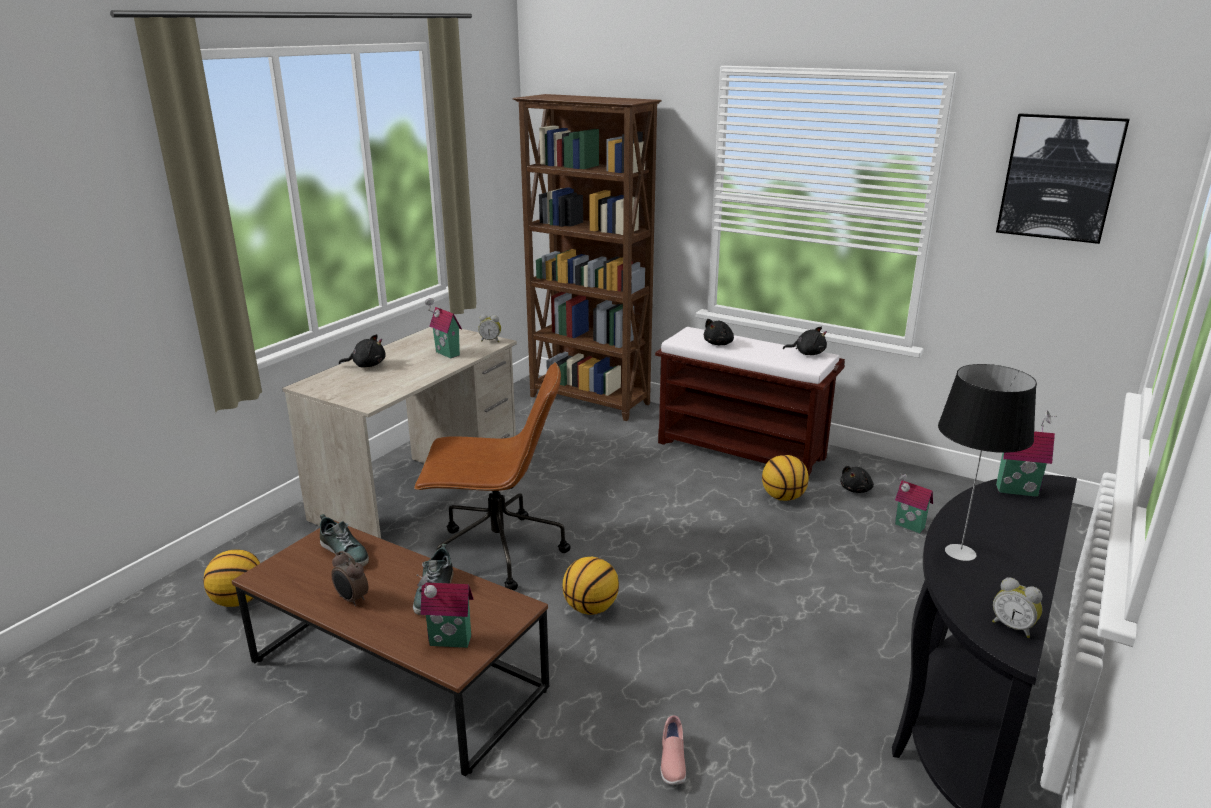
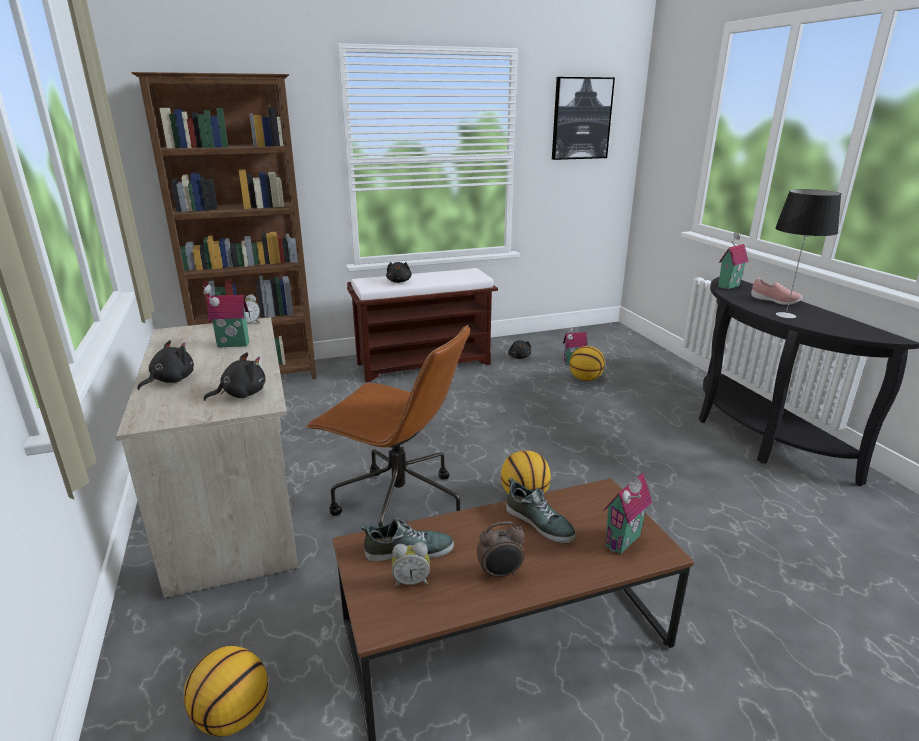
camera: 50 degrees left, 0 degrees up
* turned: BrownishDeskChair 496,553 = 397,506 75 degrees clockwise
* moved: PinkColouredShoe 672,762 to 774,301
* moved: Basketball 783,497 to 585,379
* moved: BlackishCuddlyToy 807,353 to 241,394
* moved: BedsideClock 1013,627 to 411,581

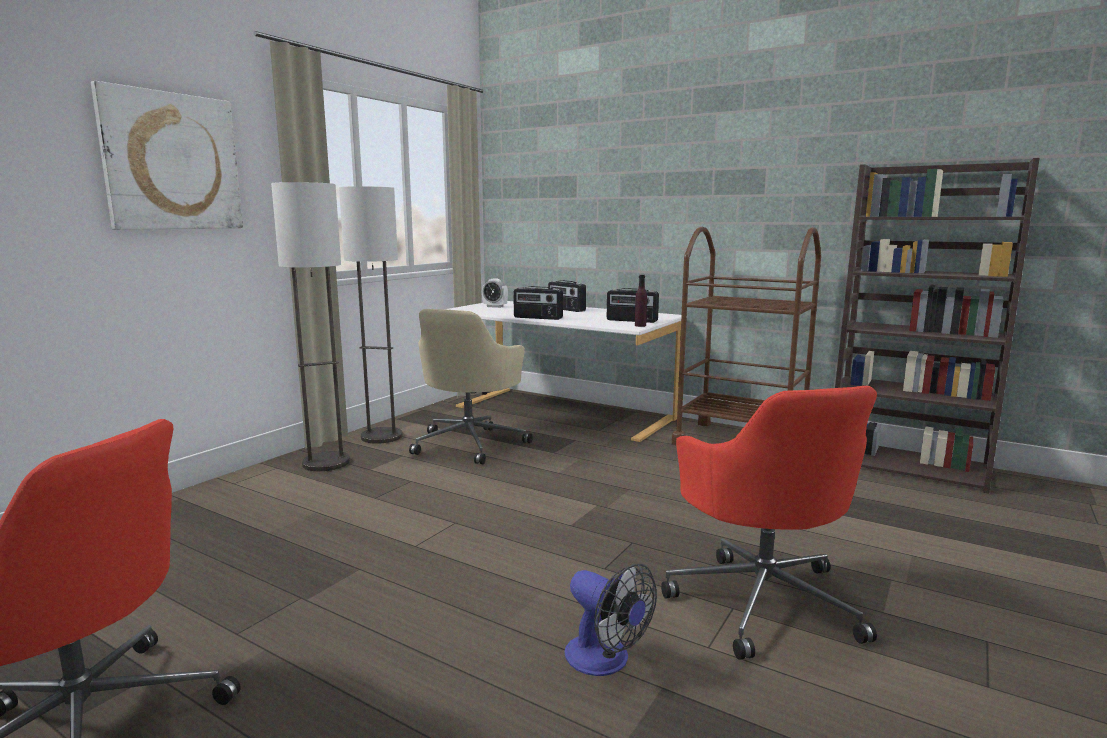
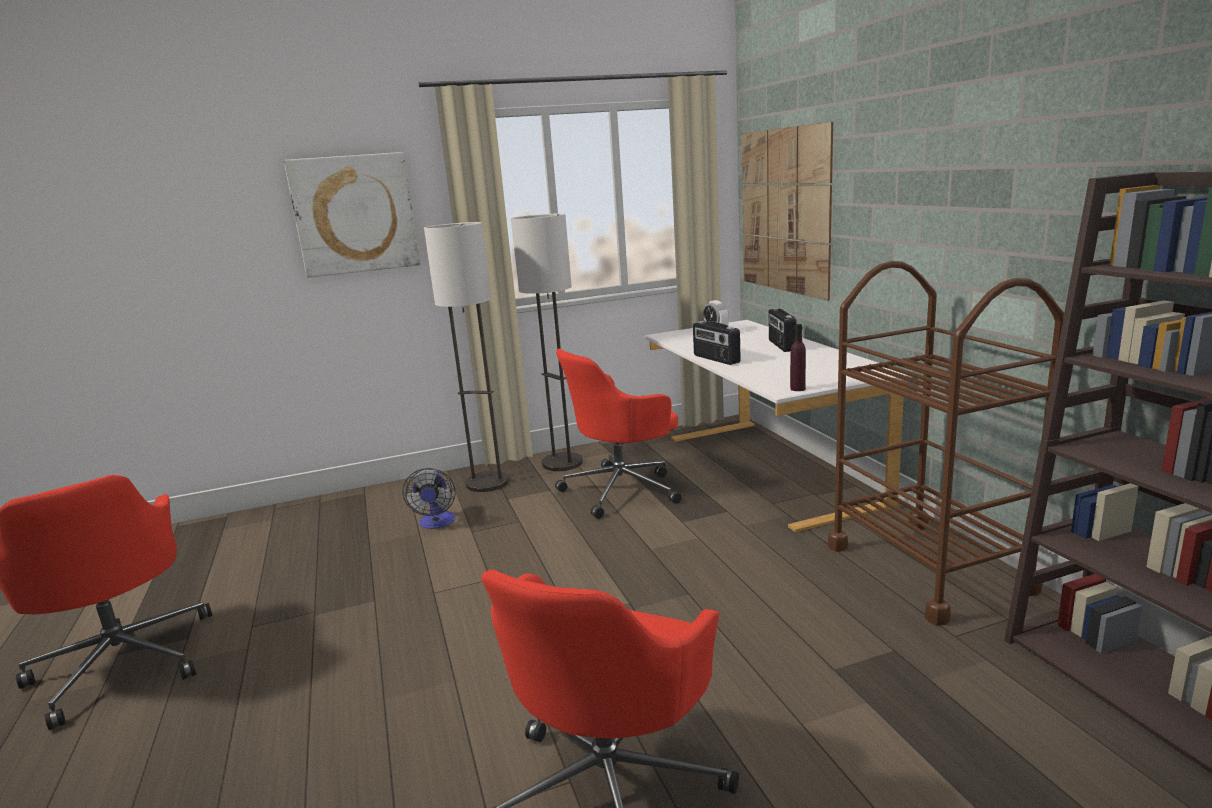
camera: 40 degrees right, 5 degrees up
* recoloured: SandColouredDeskChair 471,443 to RedColouredDeskChair 622,489
* moved: CoolingFan 606,660 to 436,523
* removed: Radio 631,320
* added: Picture 784,211

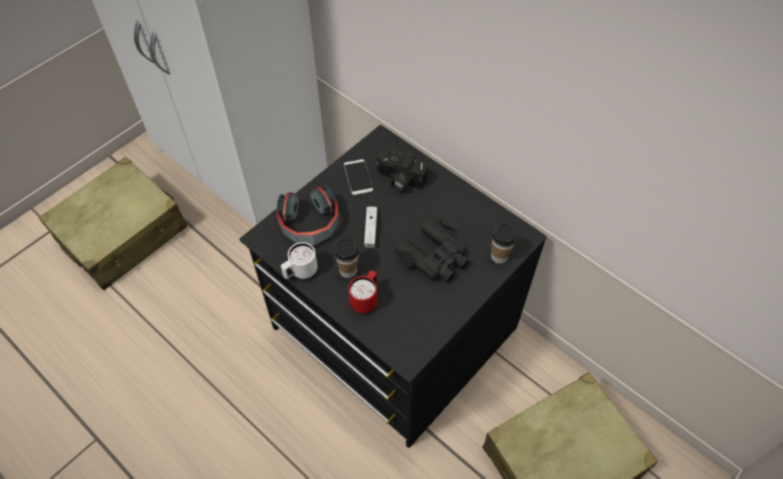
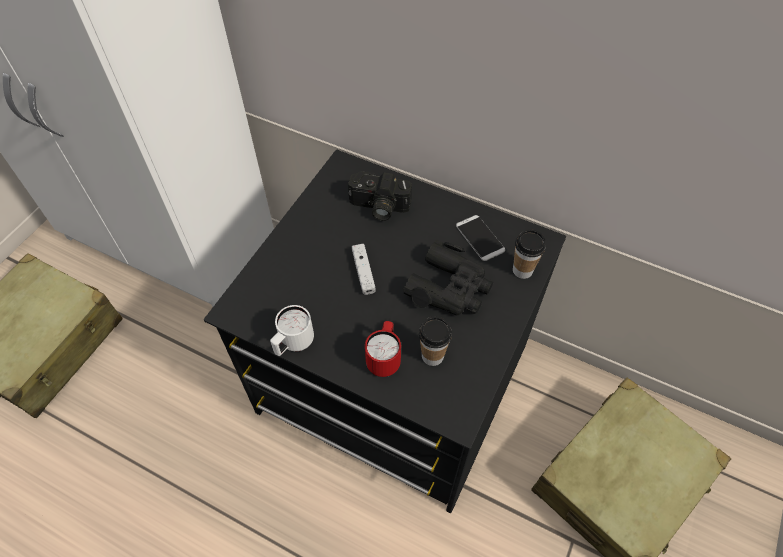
camera: 15 degrees left, 0 degrees up
* removed: Headphones 310,224
* moved: DrinkingCup 348,270 to 432,356
* moved: Telephone 358,177 to 480,238

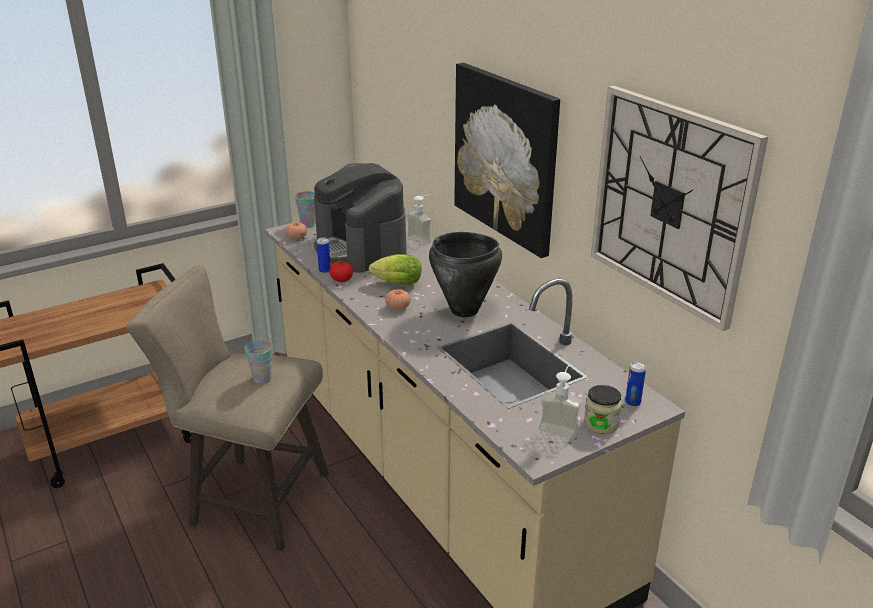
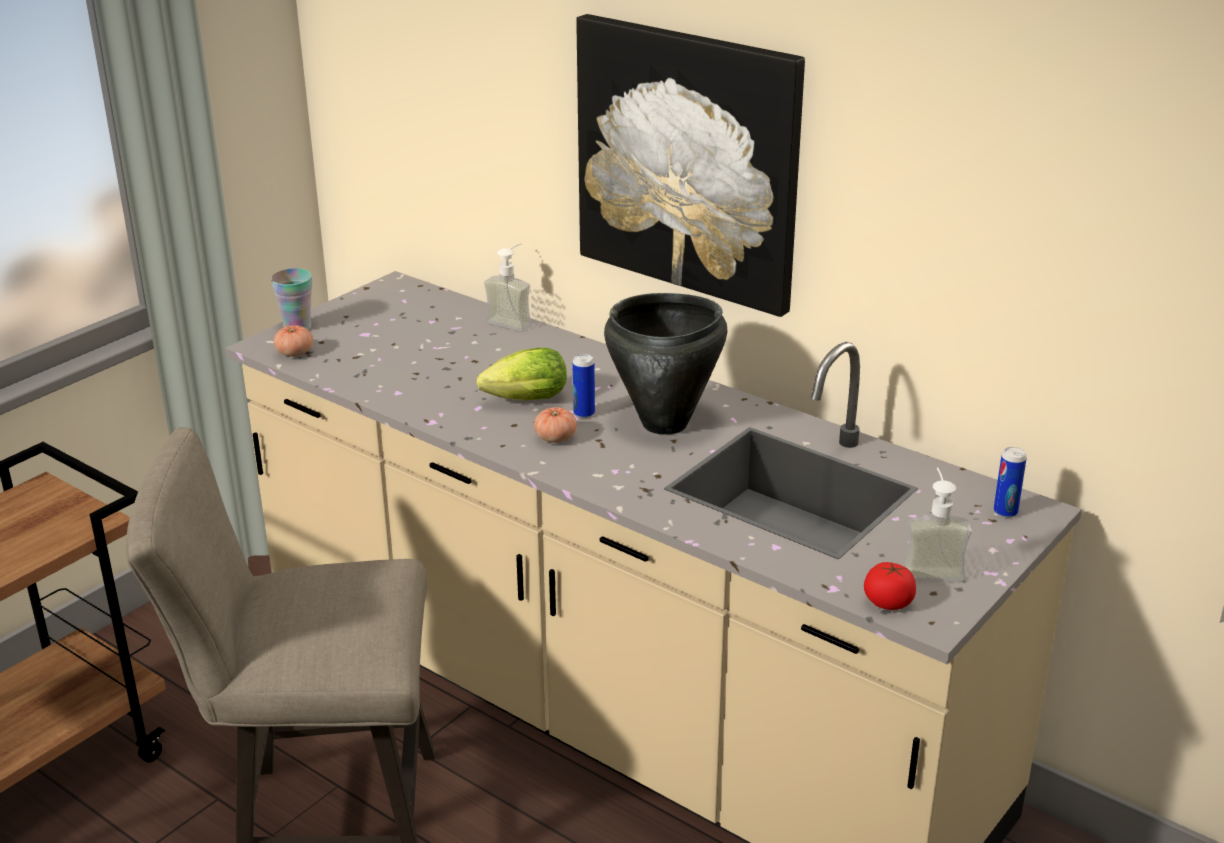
camera: 20 degrees left, 0 degrees up
* removed: DrinkingCup 262,378
* removed: CoffeeBrewer 361,248
* moved: SealedCan 324,271 to 584,413
* moved: WholeTomato 342,279 to 888,602
* removed: Jar 601,424
* removed: ClockOnTheWall 670,203

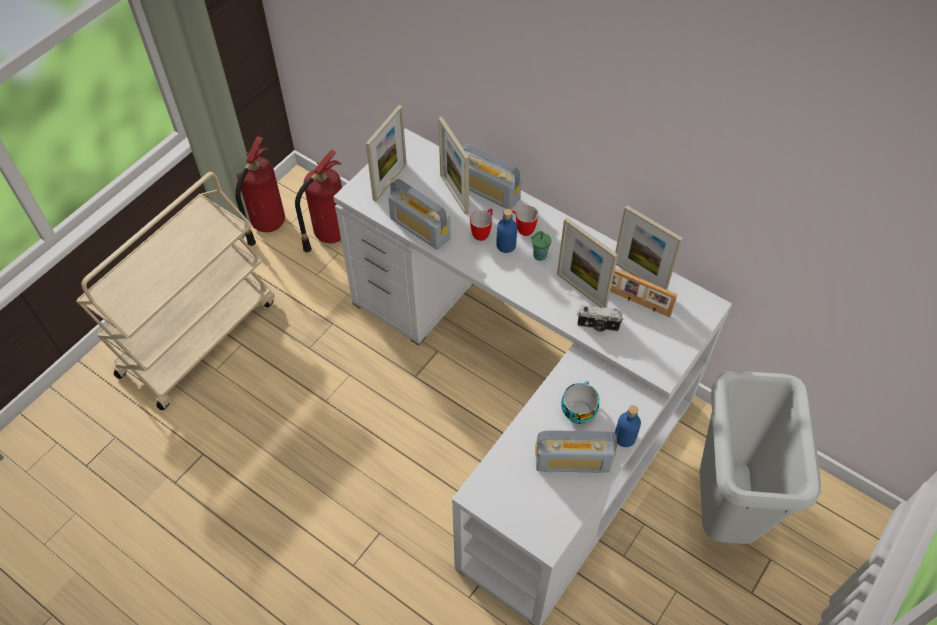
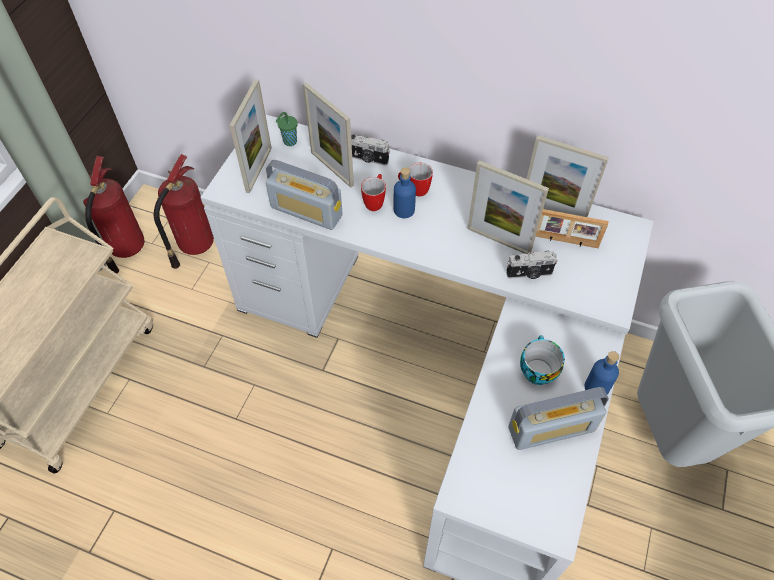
camera: 15 degrees left, 0 degrees up
* replaced: Radio 489,192 to StillCamera 368,159
* moved: GreenishDrinkingCup 539,256 to 289,142

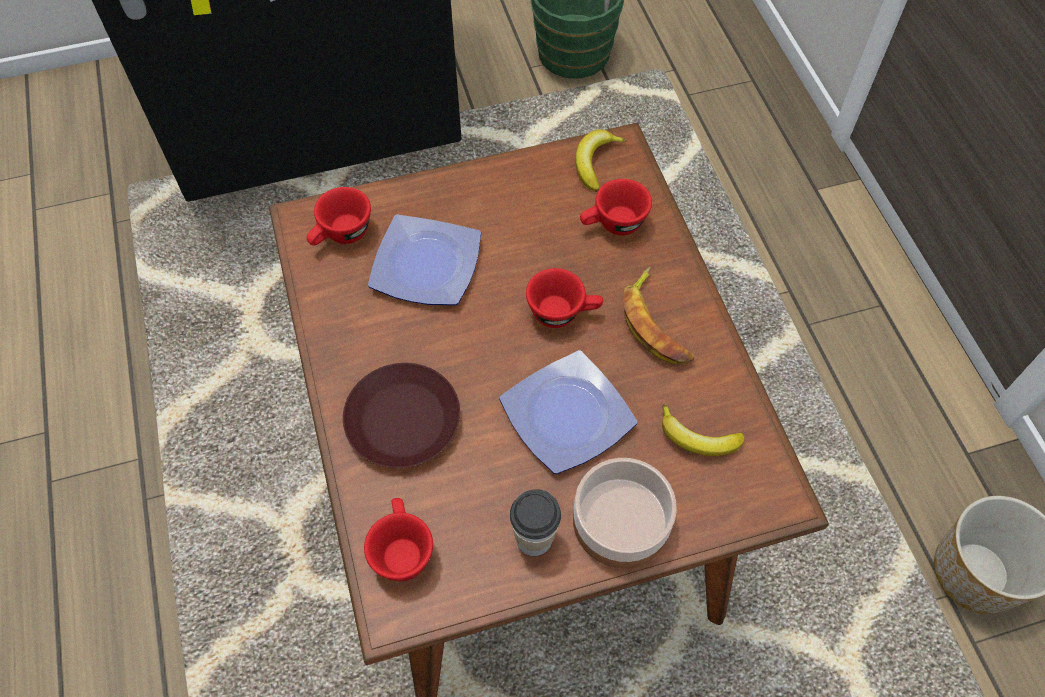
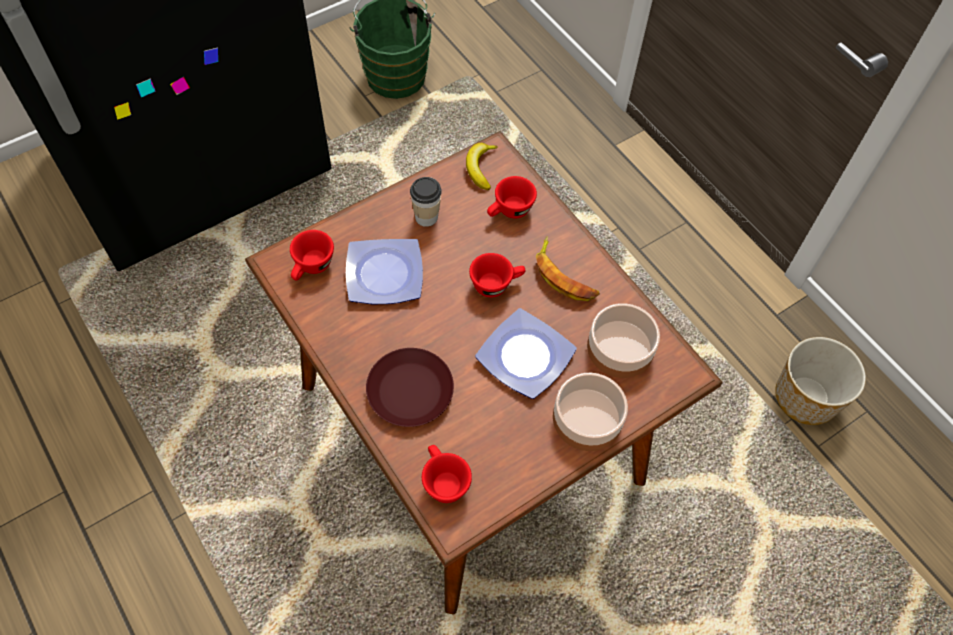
camera: 20 degrees left, 0 degrees up
* moved: DrinkingCup 534,538 to 426,217
* replaced: BananaFruit 697,438 to Bowl 619,348

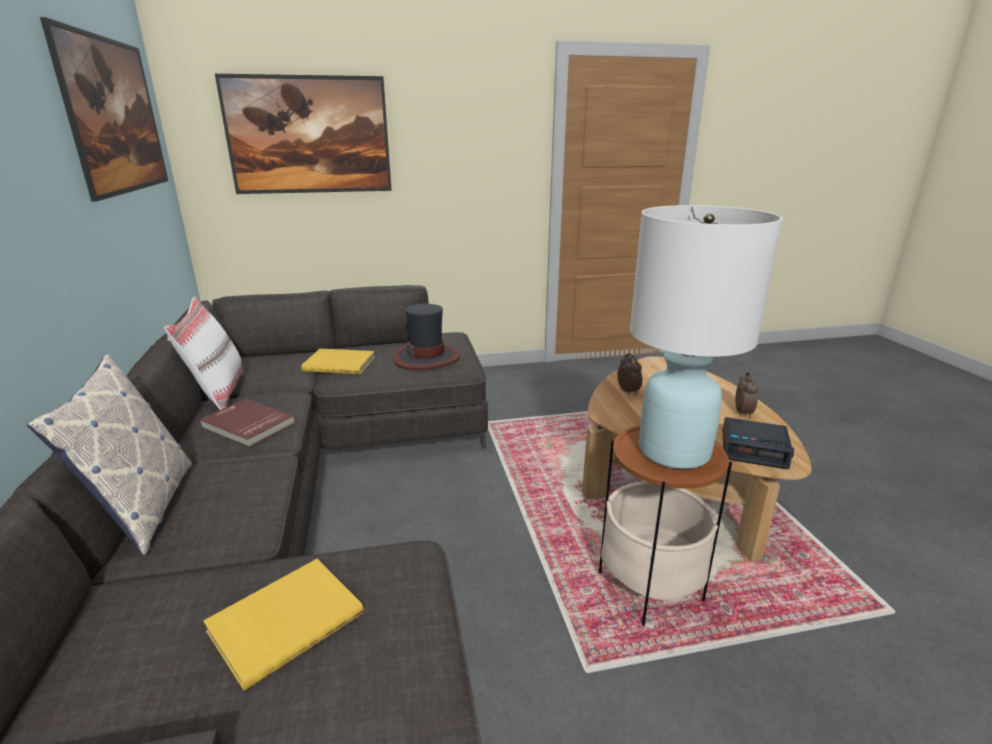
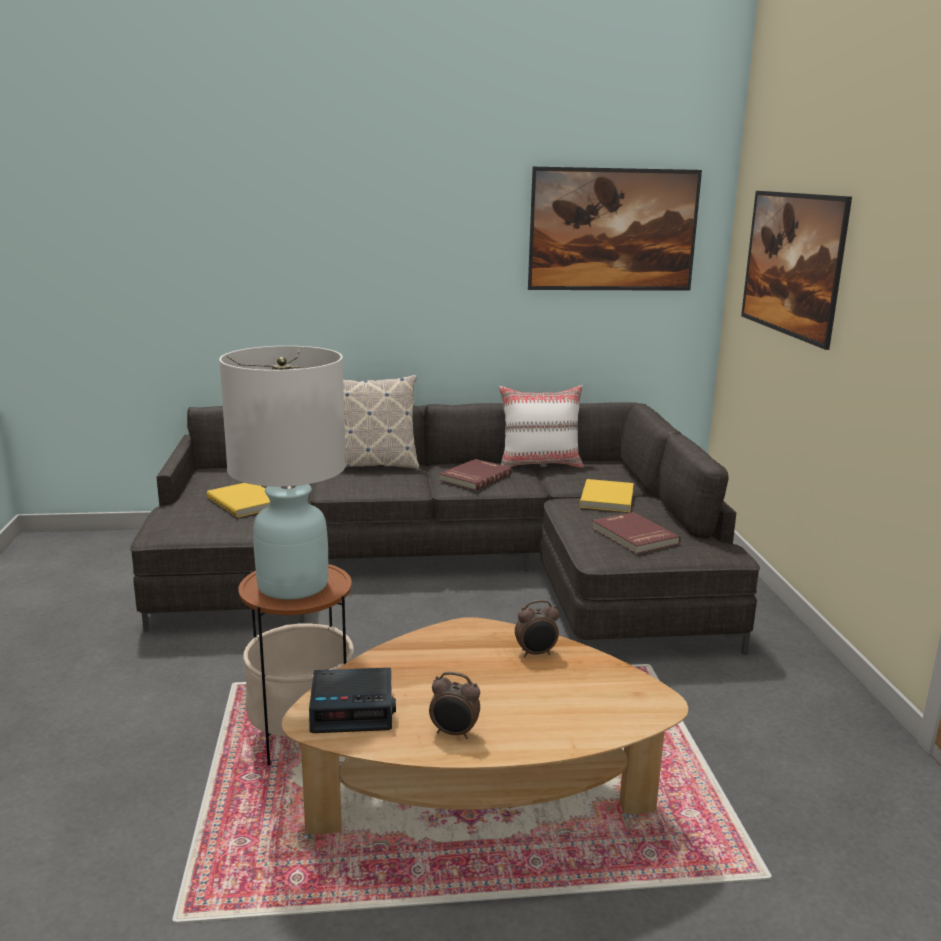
camera: 95 degrees right, 5 degrees down
* replaced: ClothingHat 427,357 to RedColouredBook 633,536
* turned: BedsideClock 754,449 = 353,709 120 degrees counterclockwise

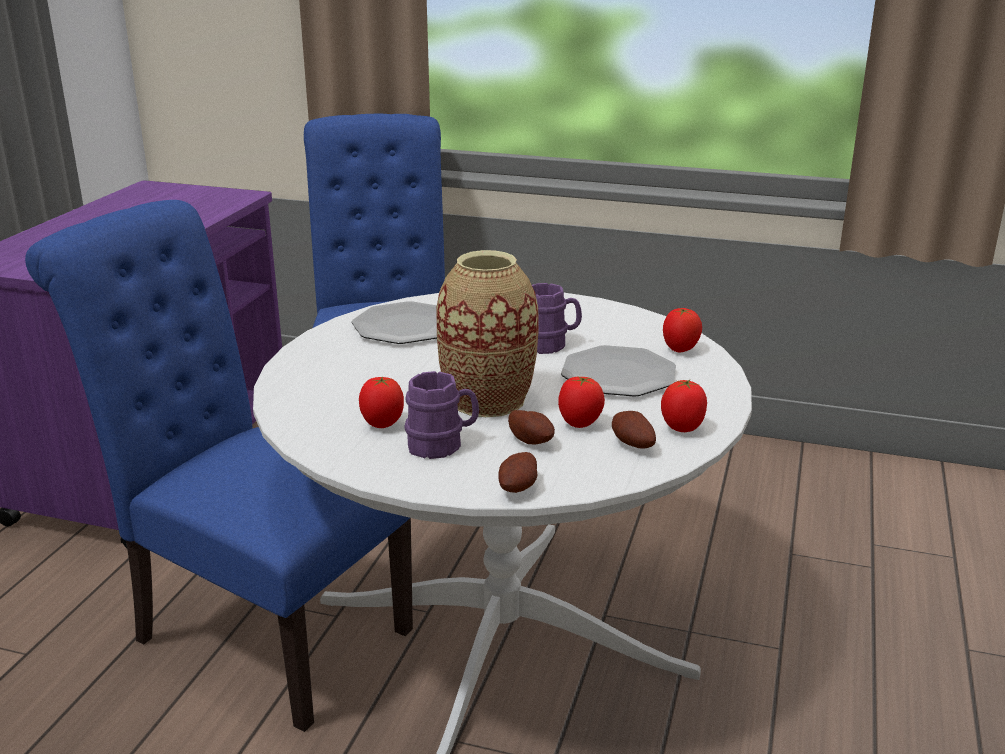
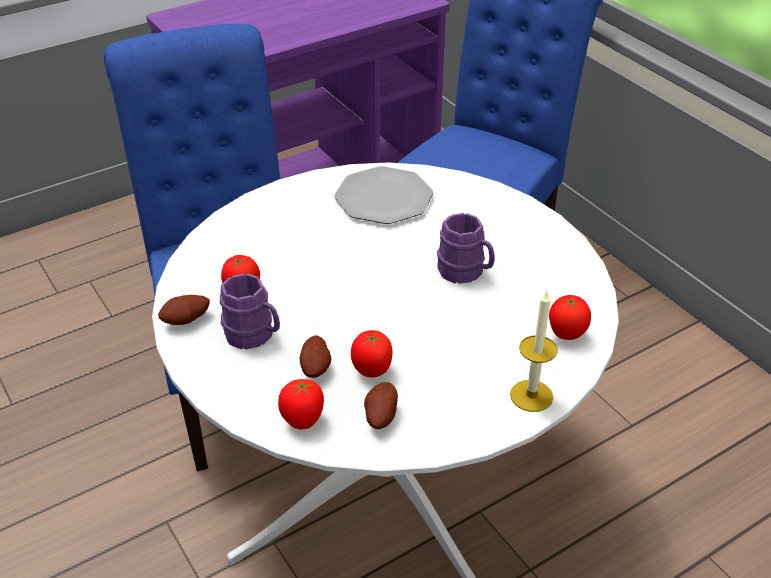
camera: 40 degrees right, 15 degrees up
* removed: Vase 487,400
* moved: Potato 519,488 to 186,321
* removed: DinnerPlate 618,374
* moved: WholeTomato 682,429 to 303,421
* added: WaxLight 531,396

